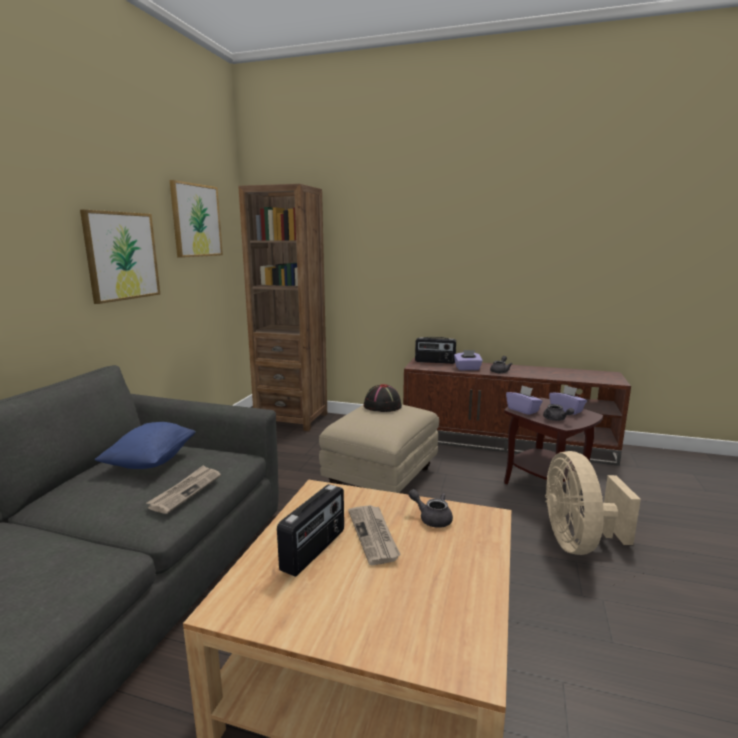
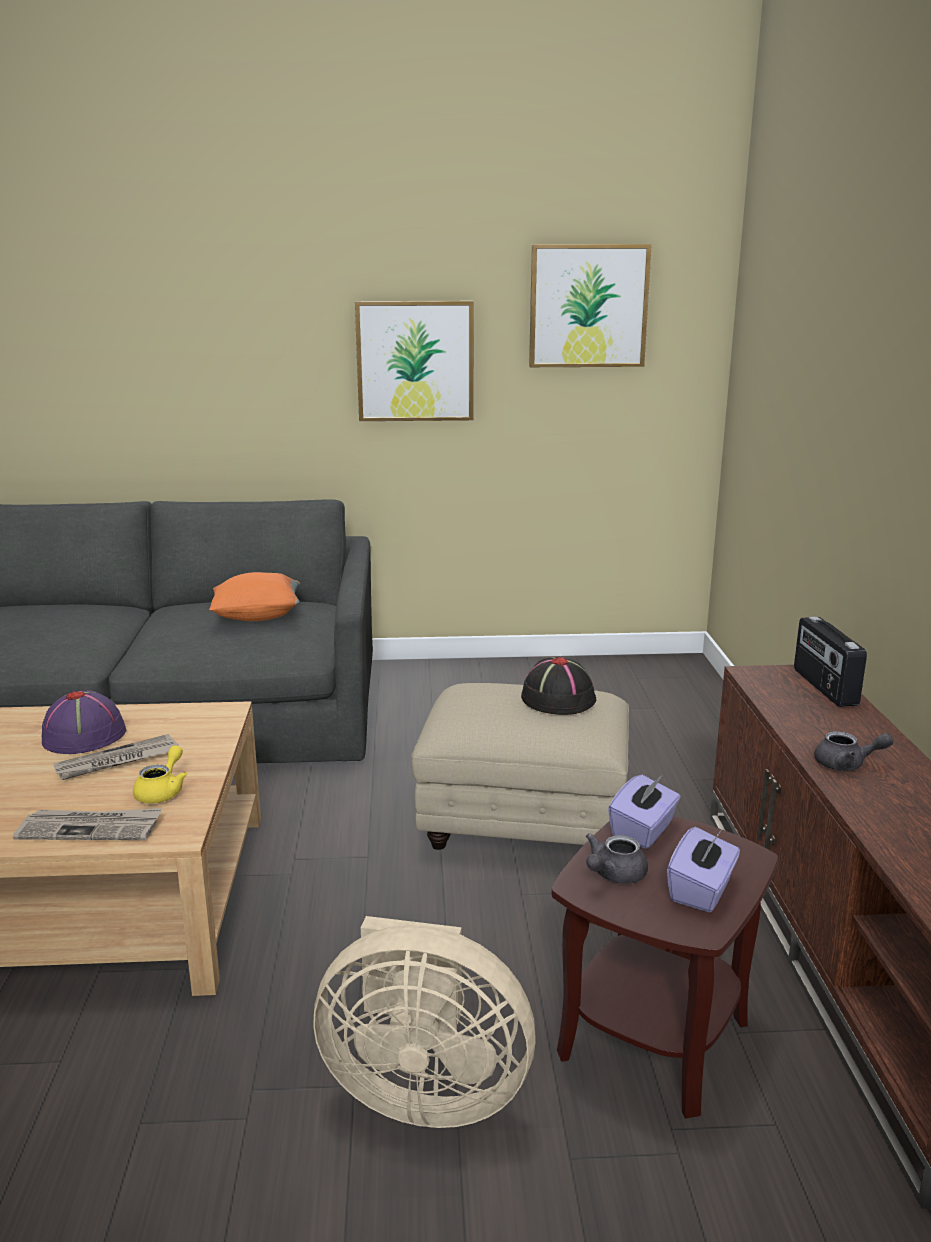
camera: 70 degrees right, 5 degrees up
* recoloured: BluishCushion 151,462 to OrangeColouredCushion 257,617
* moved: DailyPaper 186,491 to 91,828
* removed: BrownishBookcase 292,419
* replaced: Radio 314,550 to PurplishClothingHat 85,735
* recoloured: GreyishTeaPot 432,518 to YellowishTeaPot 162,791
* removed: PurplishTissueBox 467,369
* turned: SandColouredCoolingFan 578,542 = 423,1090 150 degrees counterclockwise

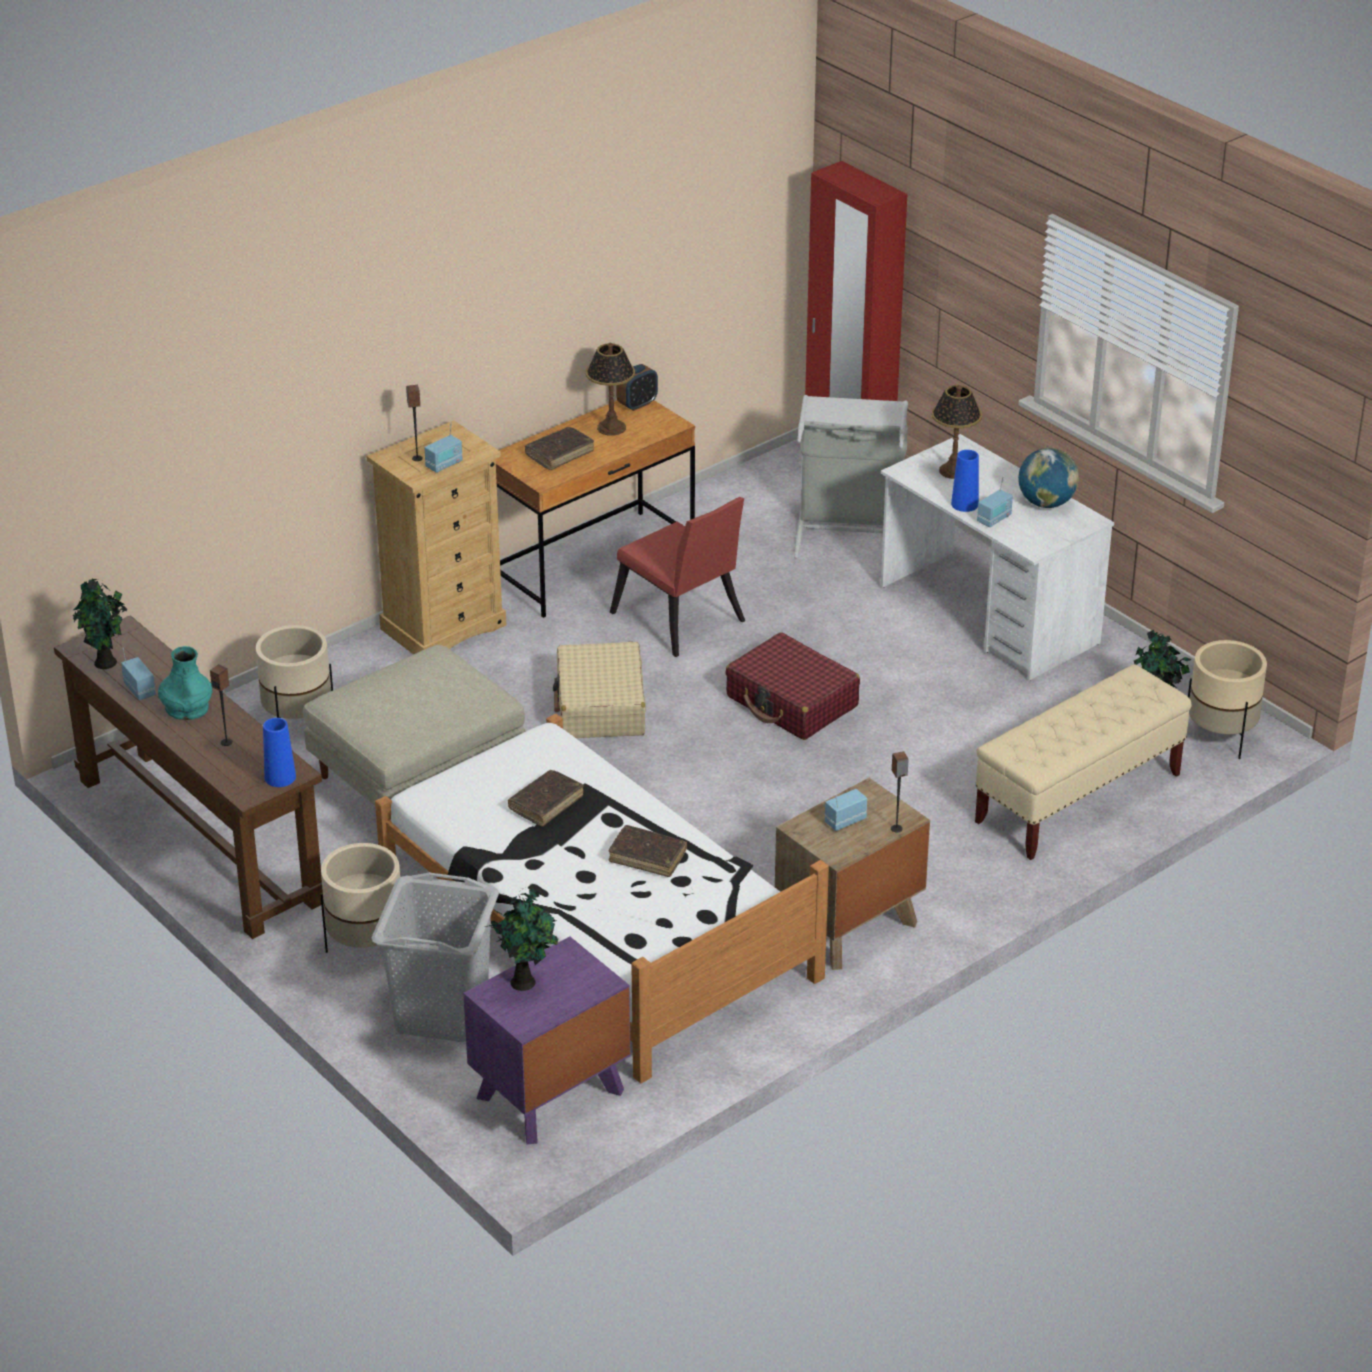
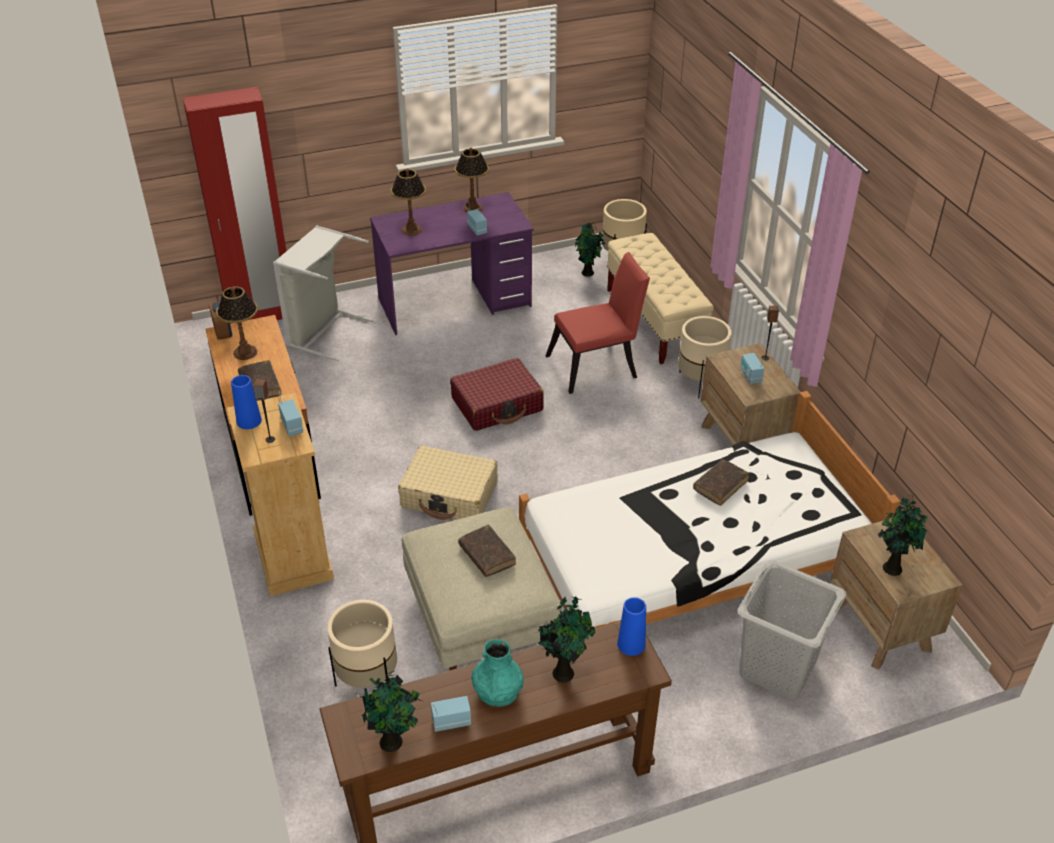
camera: 70 degrees left, 5 degrees up
* replaced: AudioSpeaker 226,742 to Houseplant 564,671
* moved: SandColouredFlowerPot 366,947 to 700,382
* recoloured: PurplishNightTable 549,1094 to BrownishNightTable 880,627
* moved: BrownishBook 546,803 to 487,555
* moved: RedColouredPlainChair 681,622 to 597,366
* recoloured: WhitishDeskTable 988,615 to PurplishDeskTable 455,303
* moved: BluishVase 964,504 to 249,421
* replaced: Globe 1046,503 to TableLamp 473,208

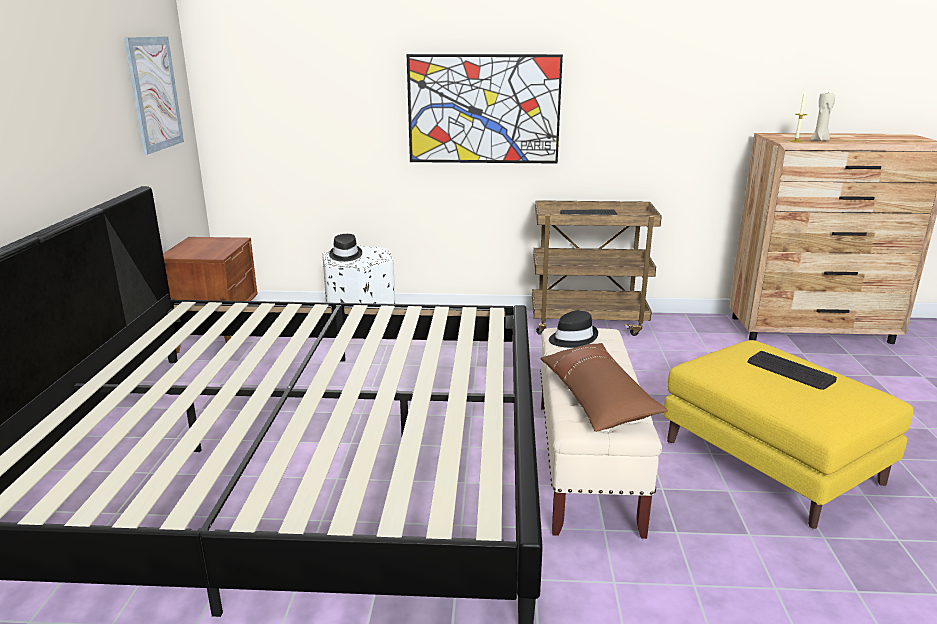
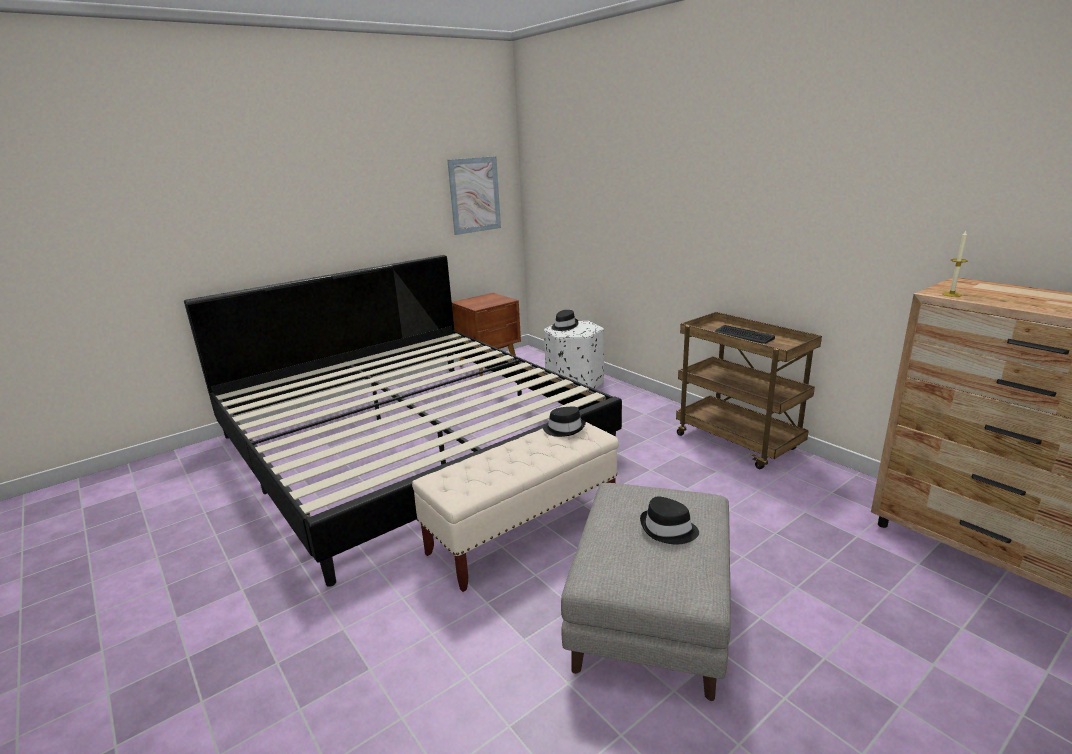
camera: 50 degrees right, 0 degrees up
* removed: Picture 483,109
* removed: BrownishCushion 597,398
* recoloured: YellowishOttoman 773,463 to GreyishOttoman 651,617
* replaced: Keyboard 790,371 to BlackishClothingHat 668,530
* removed: SandColouredWaxLight 819,141

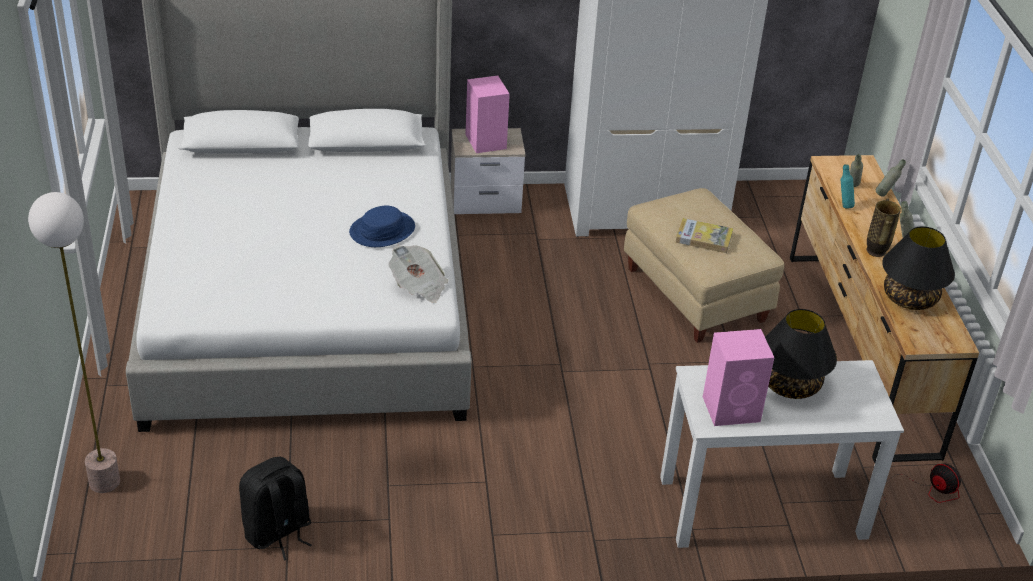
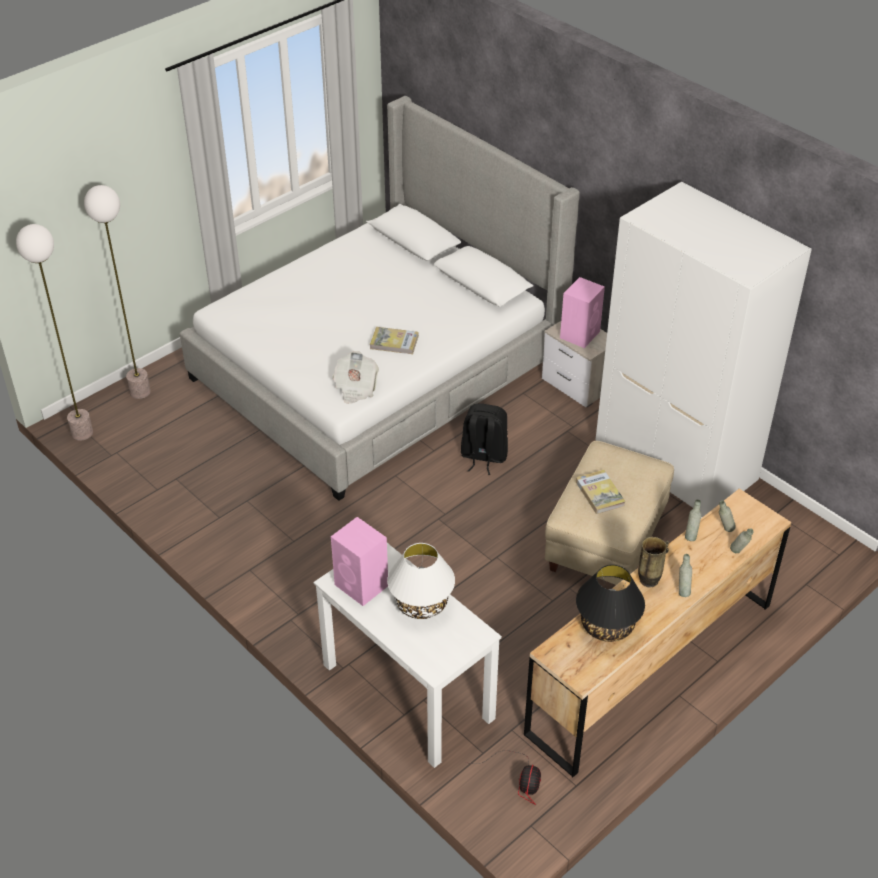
camera: 55 degrees right, 5 degrees up
* moved: BlackishKnapsack 278,533 to 483,457
* replaced: BluishClothingHat 382,230 to Book 394,342
* recoloured: BlackishTableLamp 791,385 to WhitishTableLamp 421,604
* recoloured: BlueGreenBeverageBottle 843,205 to GreyishBeverageBottle 691,536
* added: StandardLamp 81,433

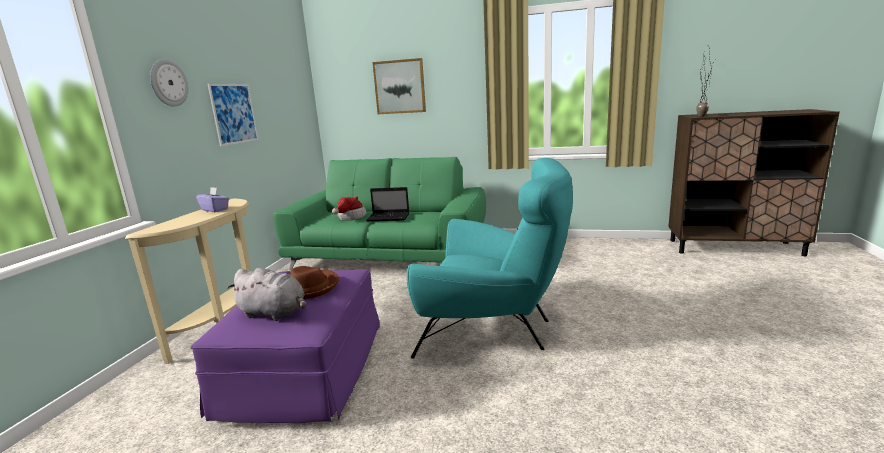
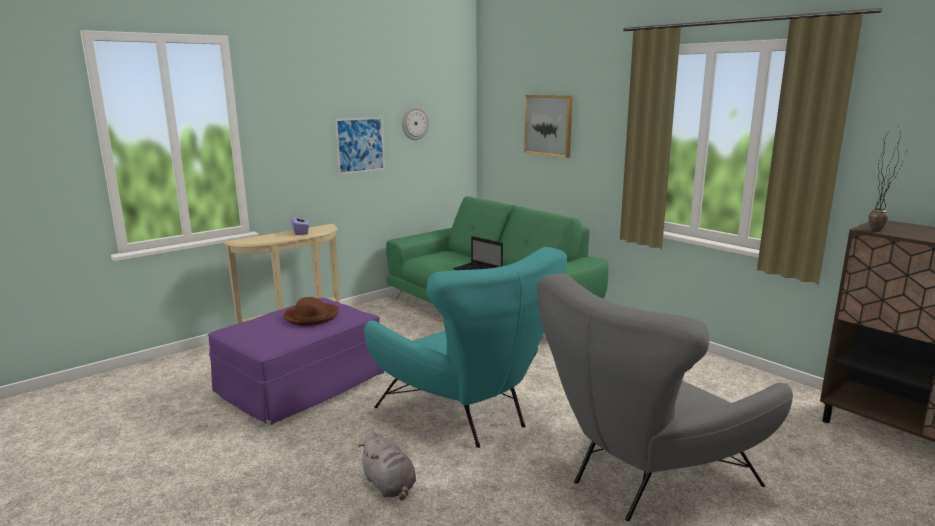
camera: 35 degrees right, 0 degrees up
* moved: ClockOnTheWall 168,83 to 415,123
* moved: GreyishCuddlyToy 274,313 to 390,485
* removed: ClothingHat 349,217
* added: GreyishEasyChair 643,477

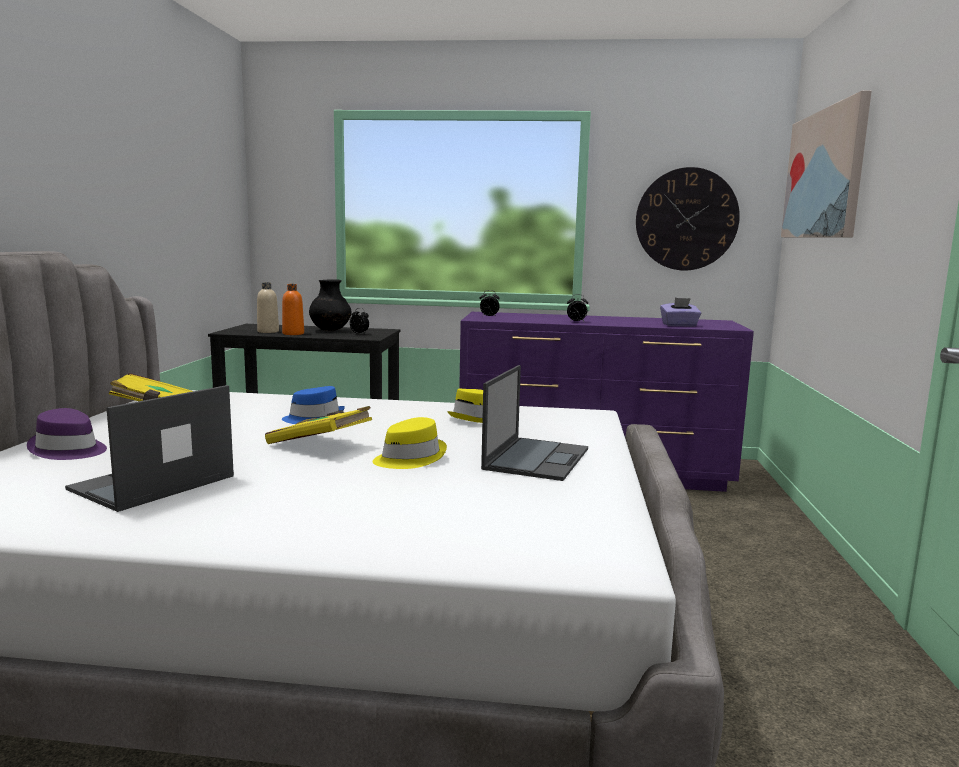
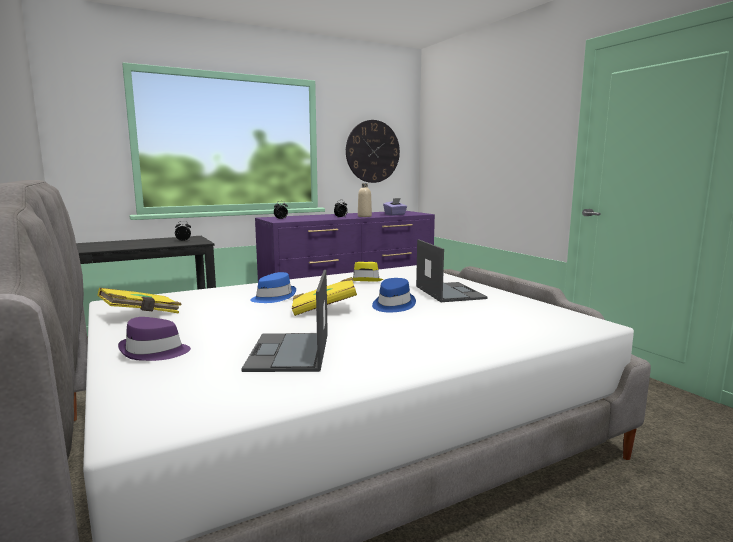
camera: 35 degrees left, 0 degrees up
* moved: SandColouredBeverageBottle 268,331 to 364,216
* removed: OrangeColouredBeverageBottle 293,333
* removed: BlackishVase 330,330
* recoloured: YellowishClothingHat 409,458 to BluishClothingHat 392,305
* removed: Picture 825,174

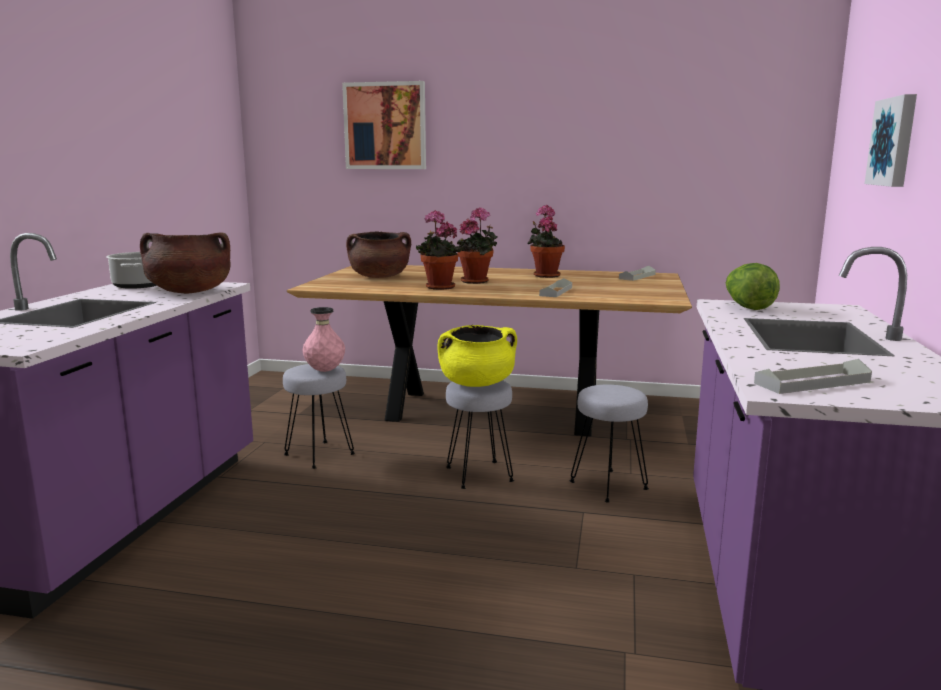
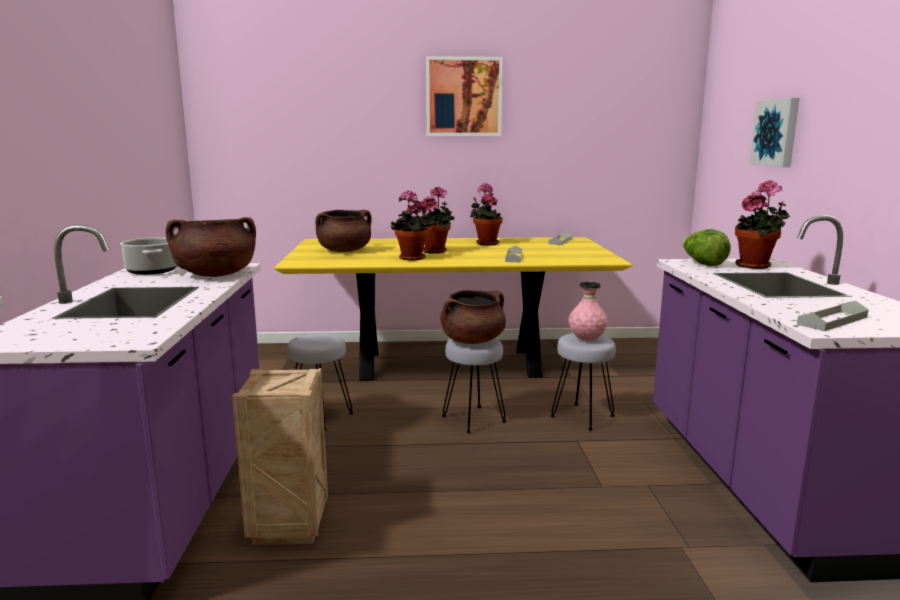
camera: 15 degrees left, 0 degrees up
* recoloured: BrownishDinnerTable 494,413 to YellowishDinnerTable 450,365
* moved: PinkColouredVase 325,371 to 586,340
* moved: Picture 385,126 to 463,97
* recoloured: YellowishSaucepot 477,384 to BrownishSaucepot 472,341
* added: Crate 288,525
* added: Houseplant 756,266

